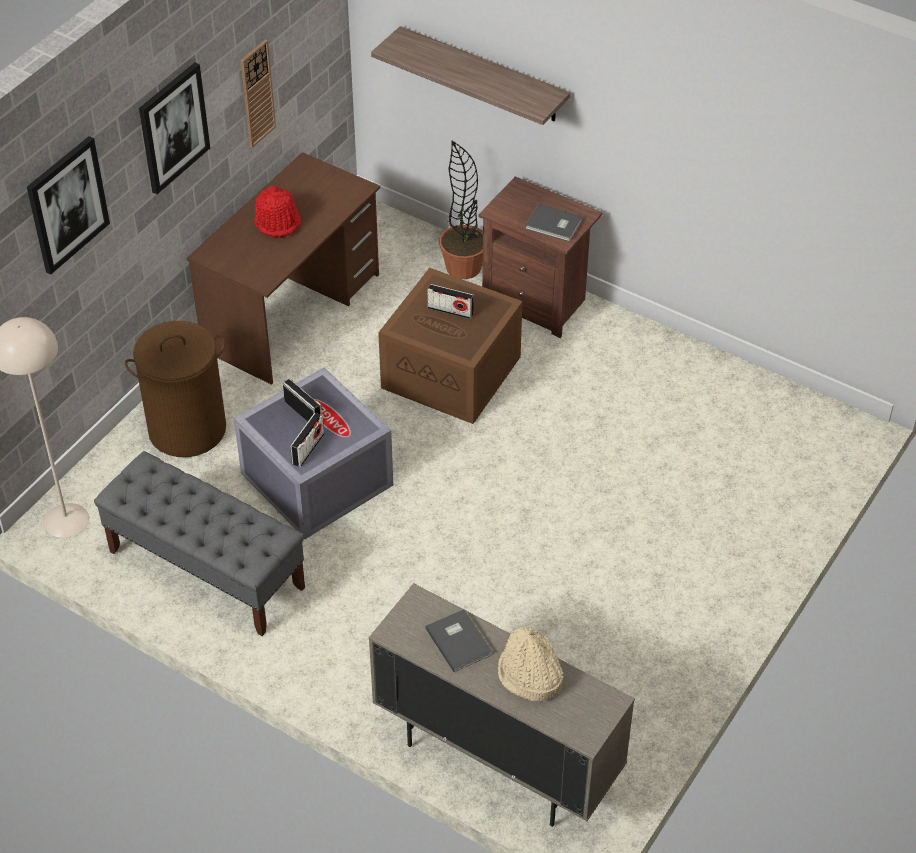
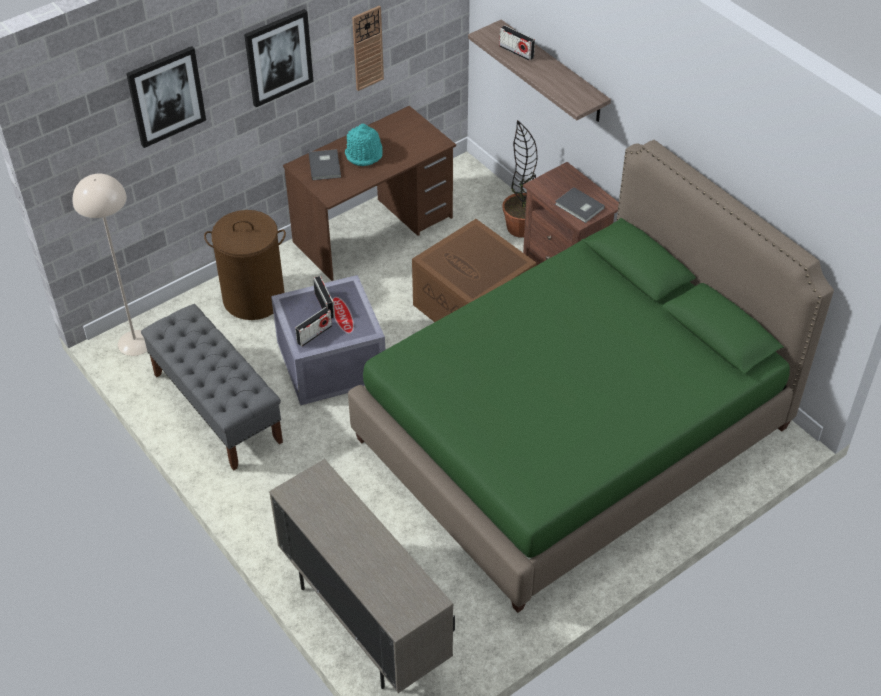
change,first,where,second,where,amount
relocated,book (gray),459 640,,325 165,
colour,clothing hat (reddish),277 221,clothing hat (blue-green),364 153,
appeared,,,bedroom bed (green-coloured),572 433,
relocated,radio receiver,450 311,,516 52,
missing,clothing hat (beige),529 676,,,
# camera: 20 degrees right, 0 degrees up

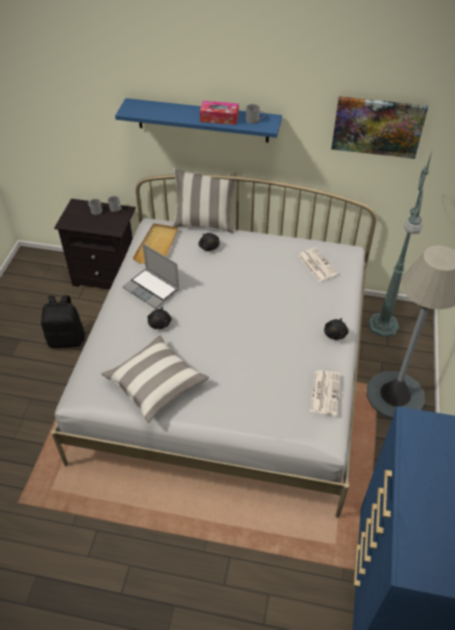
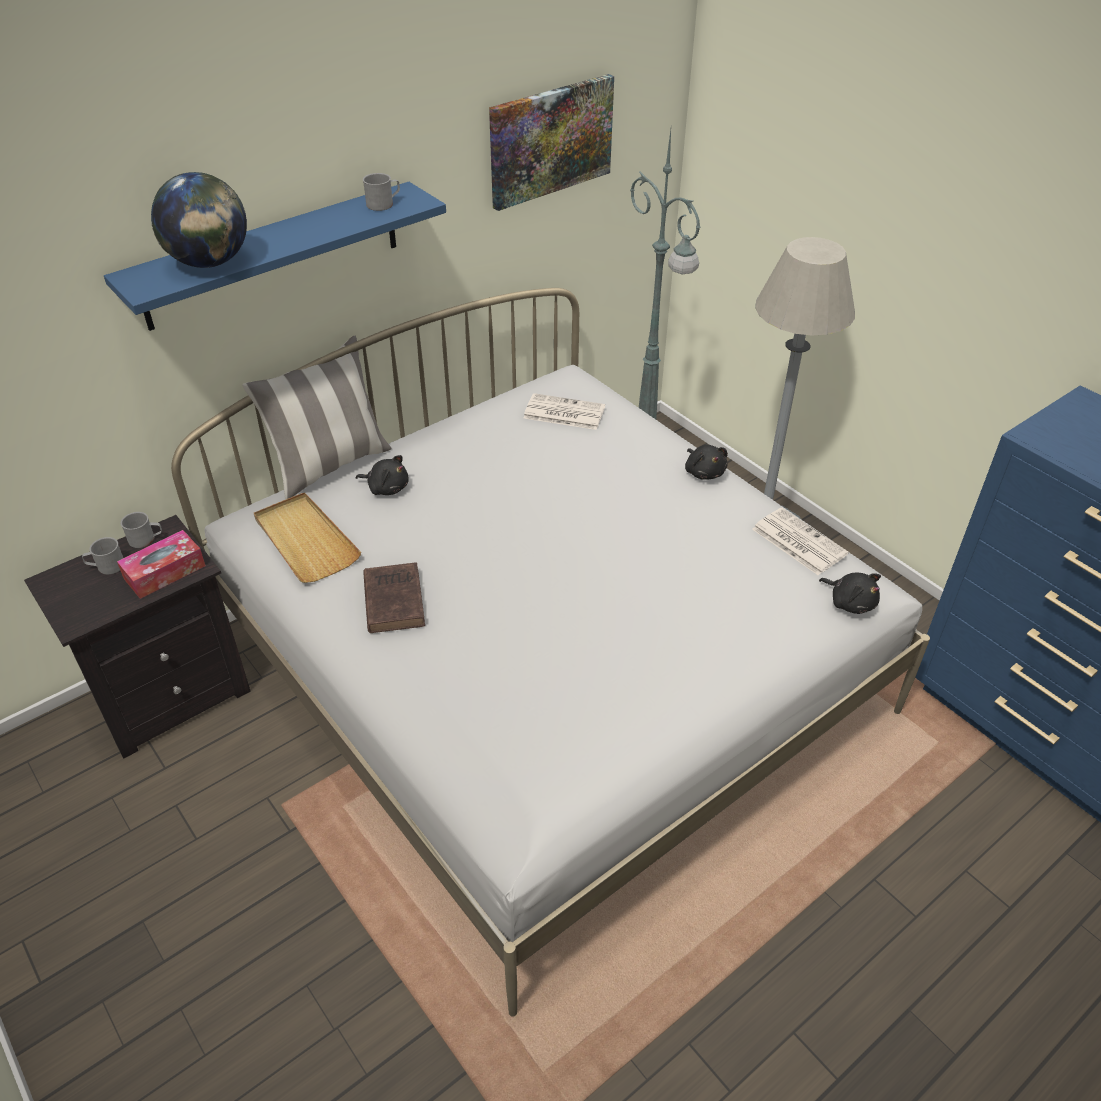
change,first,where,second,where,amount
relocated,box of tissues,219 118,,165 572,
appeared,,,world globe,210 263,
exchanged,notebook computer,152 289,book (brown),394 600,
relocated,soft toy (black-coloured),160 323,,850 602,
missing,knapsack (black-coloured),67 339,,,
missing,pillow,155 384,,,
# camera: 50 degrees left, 5 degrees down

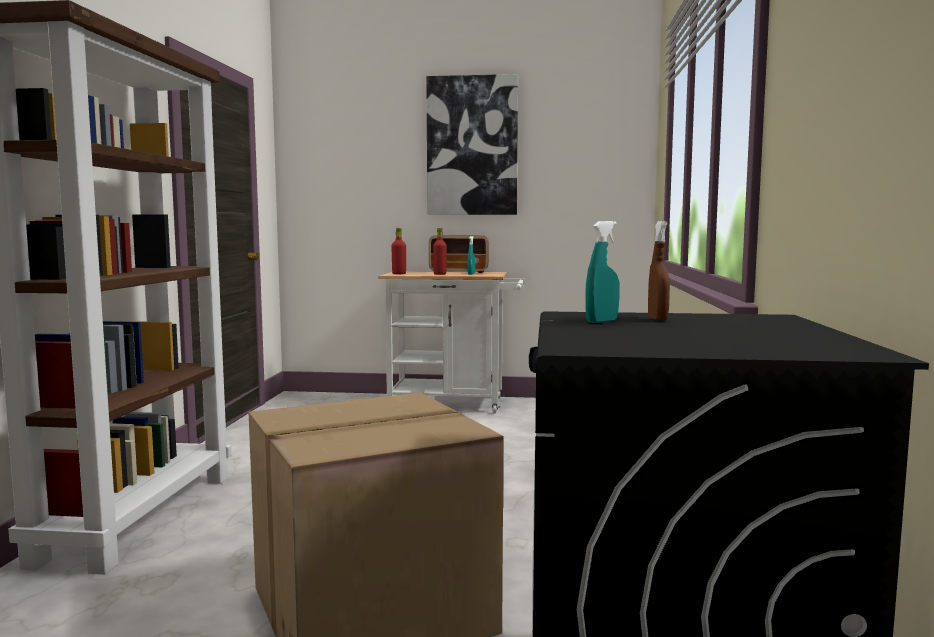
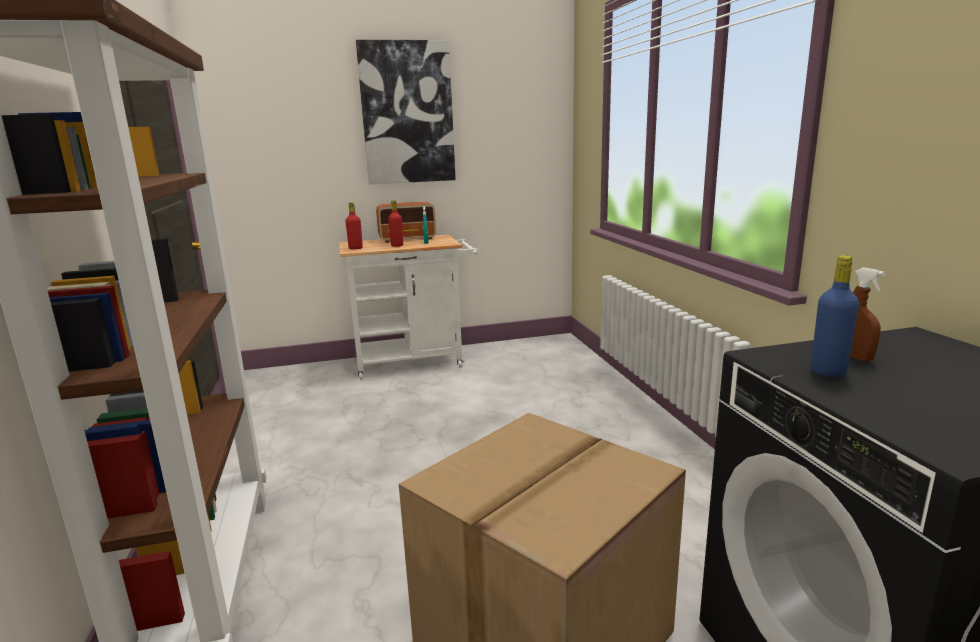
change,first,where,second,where,amount
exchanged,spray bottle (blue-green),602 321,bottle (blue),828 372,
# camera: 20 degrees left, 10 degrees up

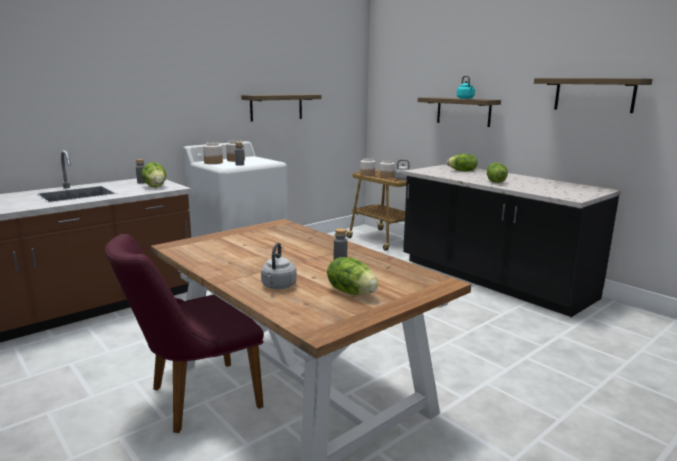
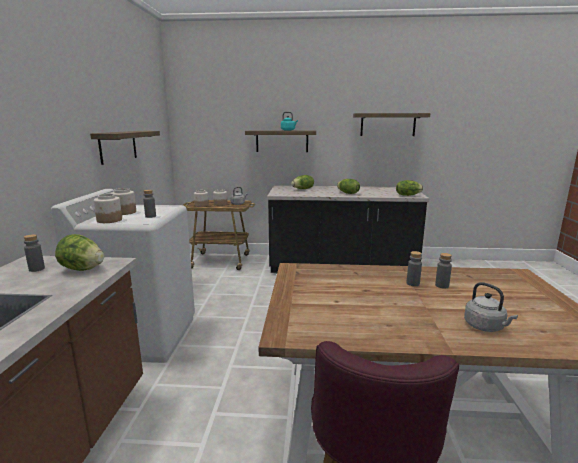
change,first,where,second,where,amount
relocated,head of lettuce,352 292,,407 195,
appeared,,,bottle (gray),413 283,
# camera: 45 degrees left, 0 degrees up

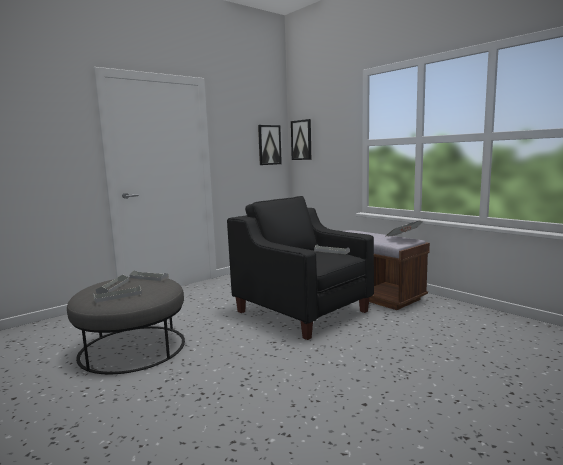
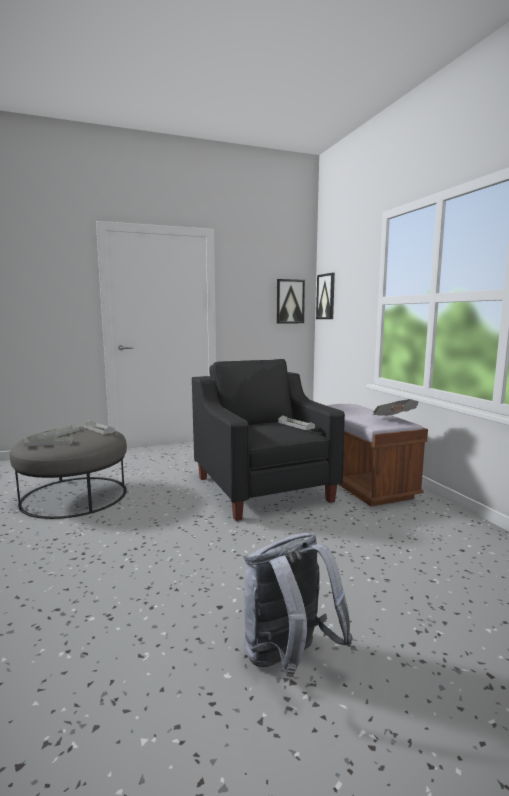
change,first,where,second,where,amount
appeared,,,knapsack (gray),288 659,
# camera: 20 degrees right, 0 degrees up

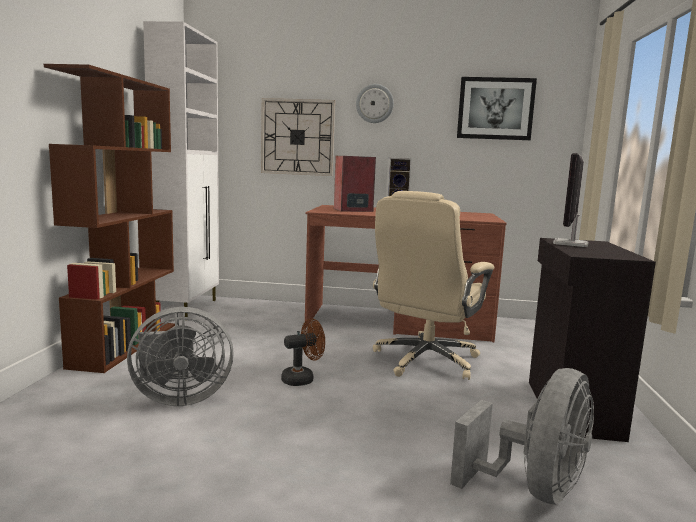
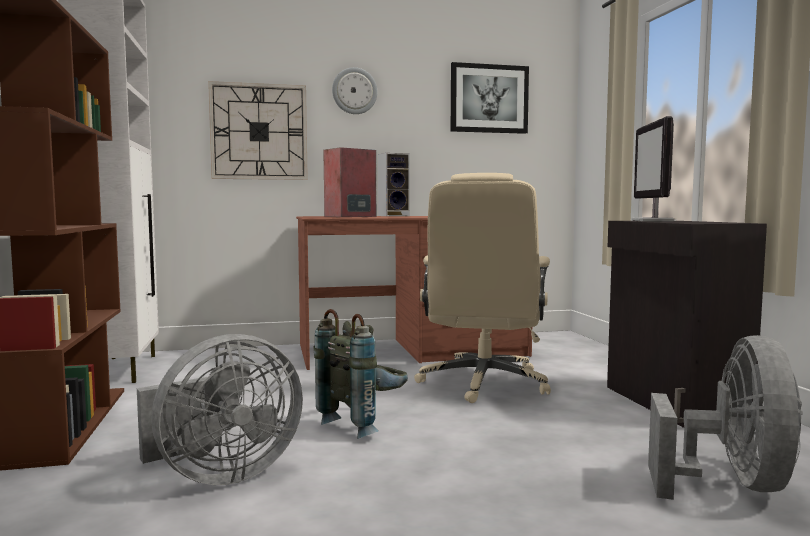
change,first,where,second,where,amount
exchanged,fan (brown),302 379,knapsack (gray),365 424,
# camera: 20 degrees left, 5 degrees down

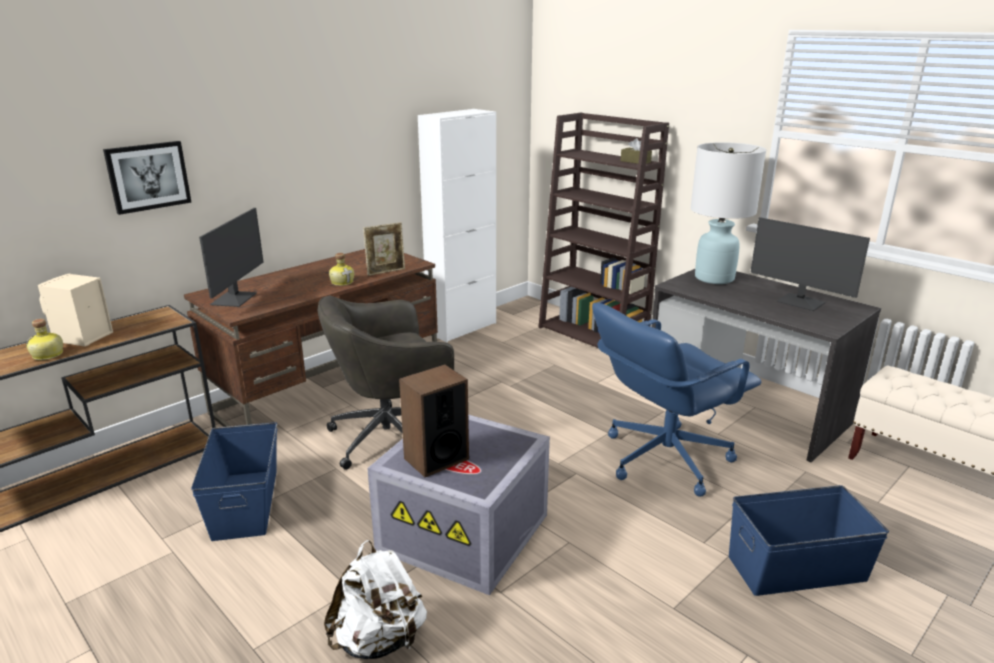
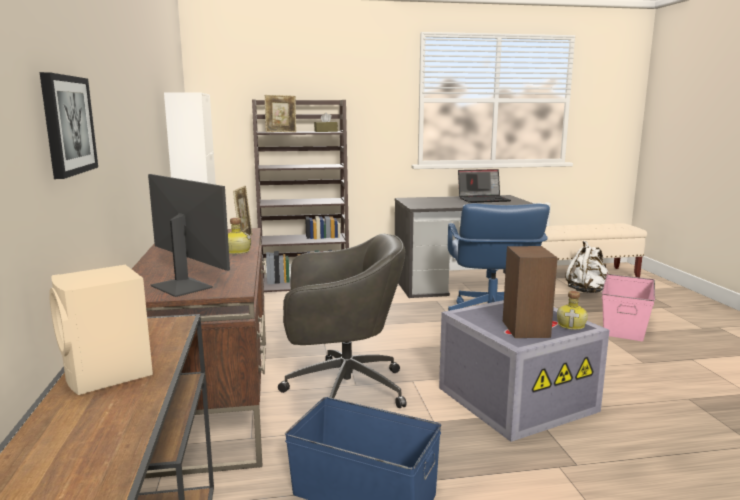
change,first,where,second,where,amount
appeared,,,standing frame,281 132,
spun,computer chair (gray),392 437,,342 389,105 degrees counterclockwise
exchanged,computer display,800 302,notebook computer,484 199,
relocated,bottle,48 355,,572 325,
relocated,knapsack (white),379 640,,587 291,
colour,storage bin (blue),795 567,storage bin (pink),624 325,
missing,tabletop lamp (white),714 278,,,
# camera: 55 degrees left, 10 degrees down

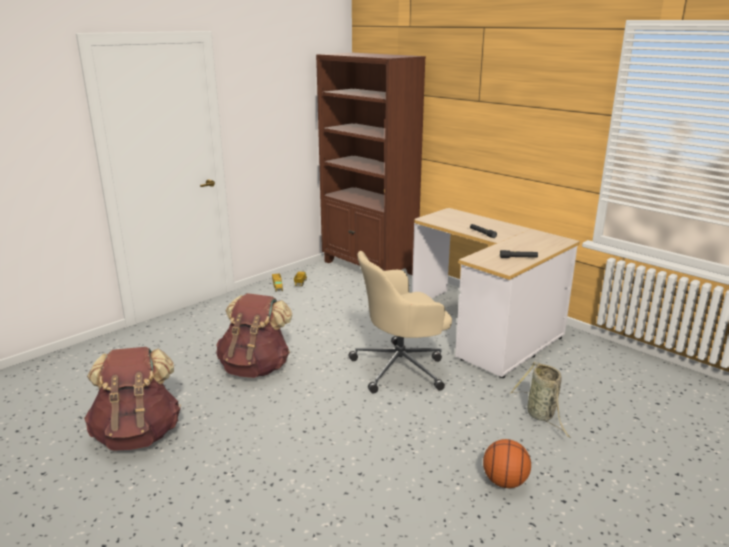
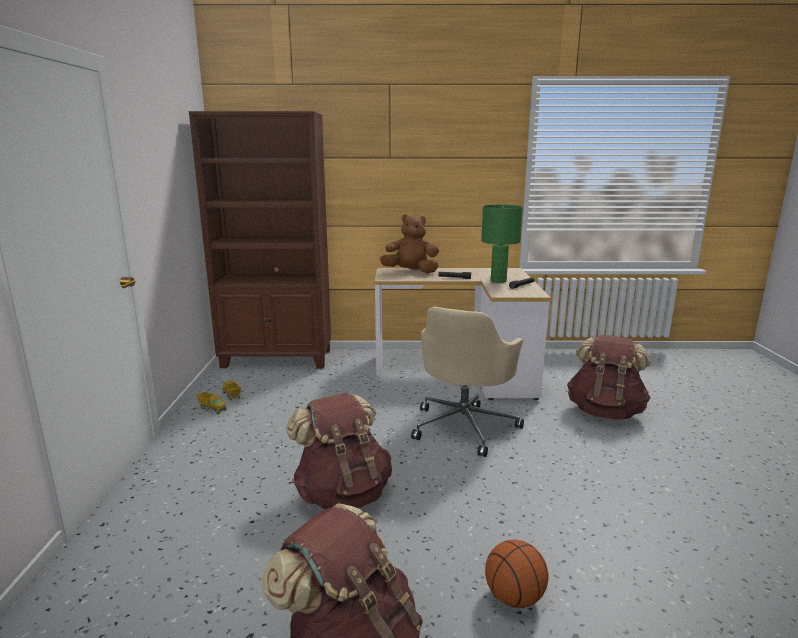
change,first,where,second,where,amount
appeared,,,soft toy (brown),411 272,
appeared,,,tabletop lamp (green-coloured),498 281,
relocated,basketball ball,505 481,,514 597,
exchanged,storage basket,541 415,knapsack (brown),605 412,
# camera: 45 degrees left, 5 degrees down

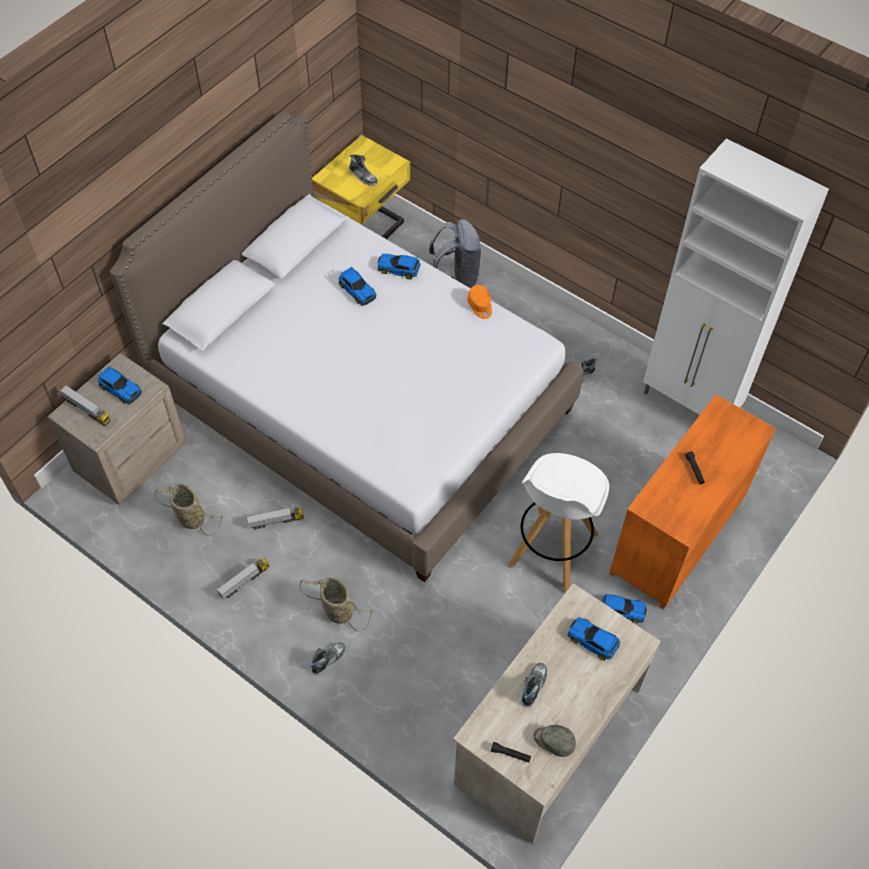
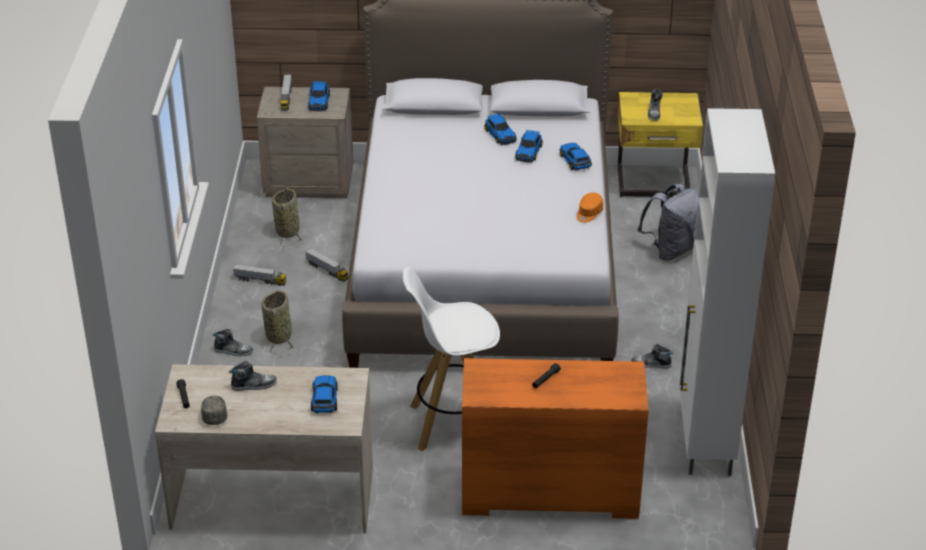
change,first,where,second,where,amount
relocated,miniature car,621 610,,500 134,
# camera: 55 degrees right, 20 degrees down

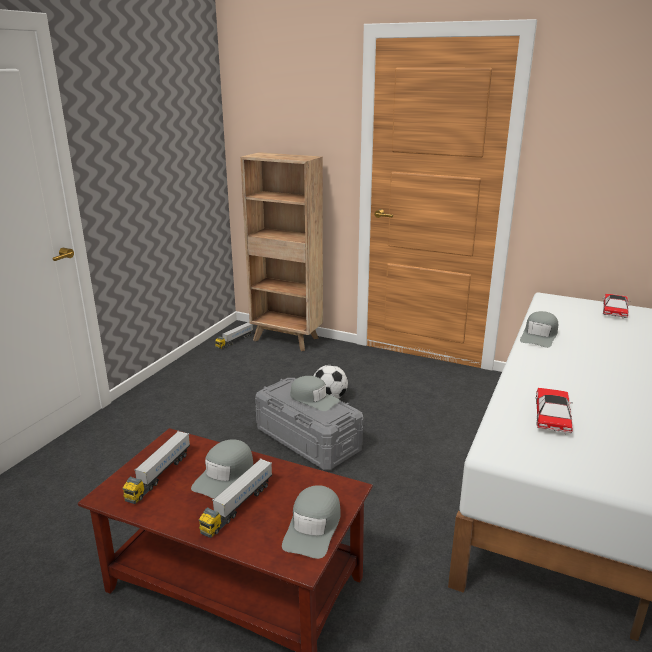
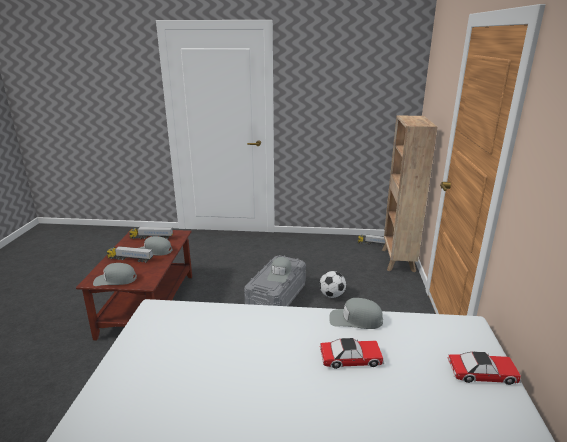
change,first,where,second,where,amount
relocated,miniature car,552 416,,351 359,
# camera: 70 degrees right, 0 degrees up

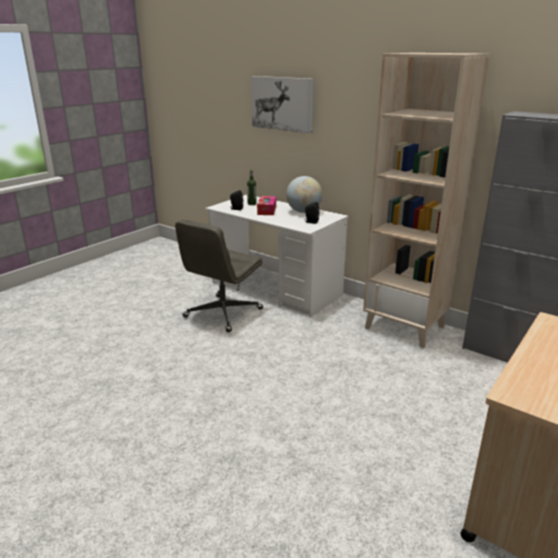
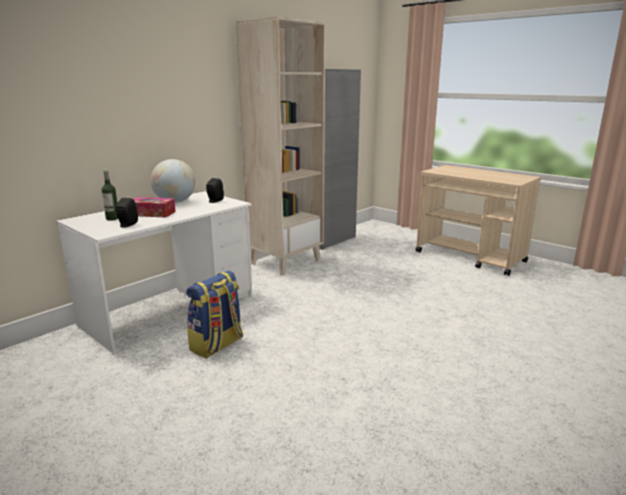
change,first,where,second,where,amount
exchanged,computer chair (gray),223 313,knapsack,217 345,
missing,wall art,282 103,,,
# camera: 85 degrees left, 5 degrees down

